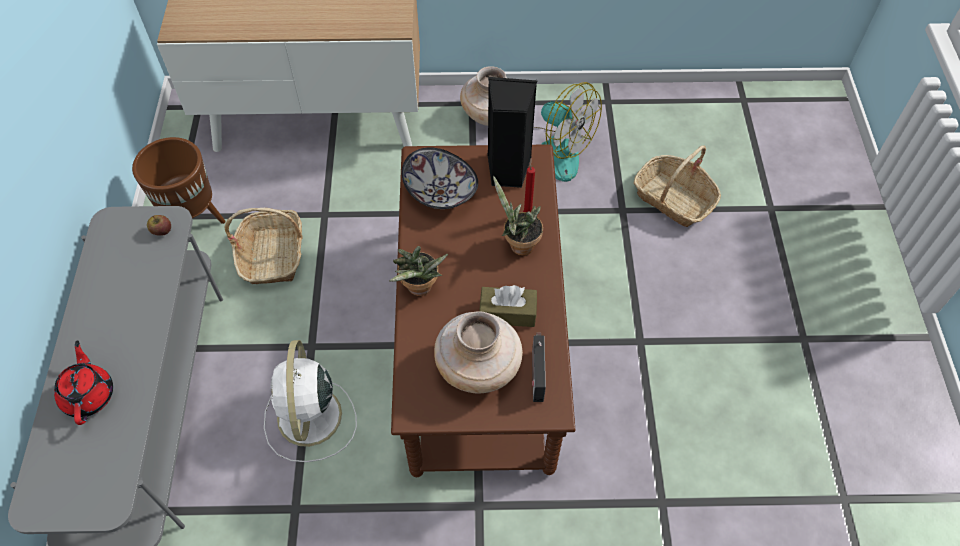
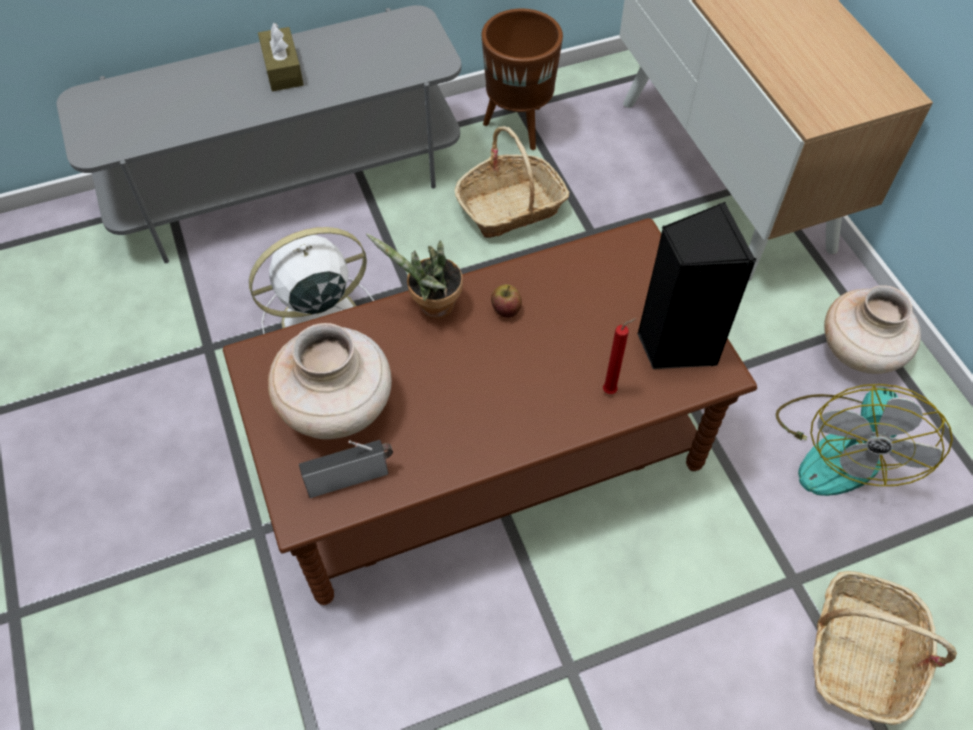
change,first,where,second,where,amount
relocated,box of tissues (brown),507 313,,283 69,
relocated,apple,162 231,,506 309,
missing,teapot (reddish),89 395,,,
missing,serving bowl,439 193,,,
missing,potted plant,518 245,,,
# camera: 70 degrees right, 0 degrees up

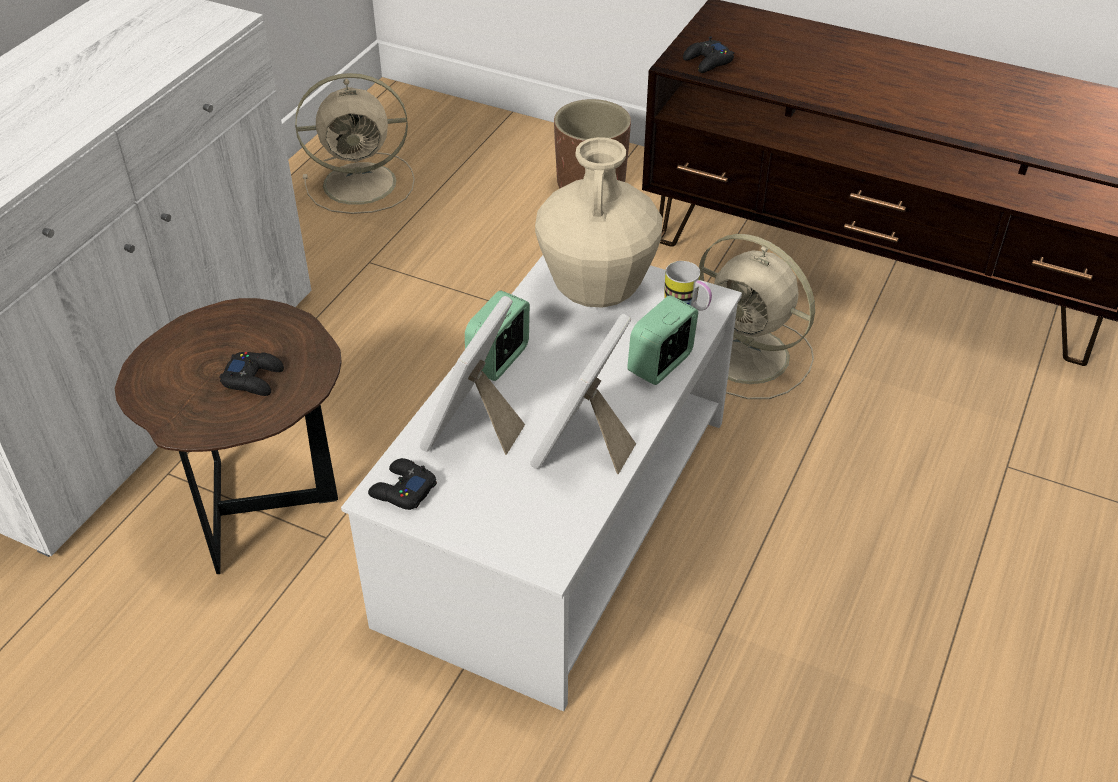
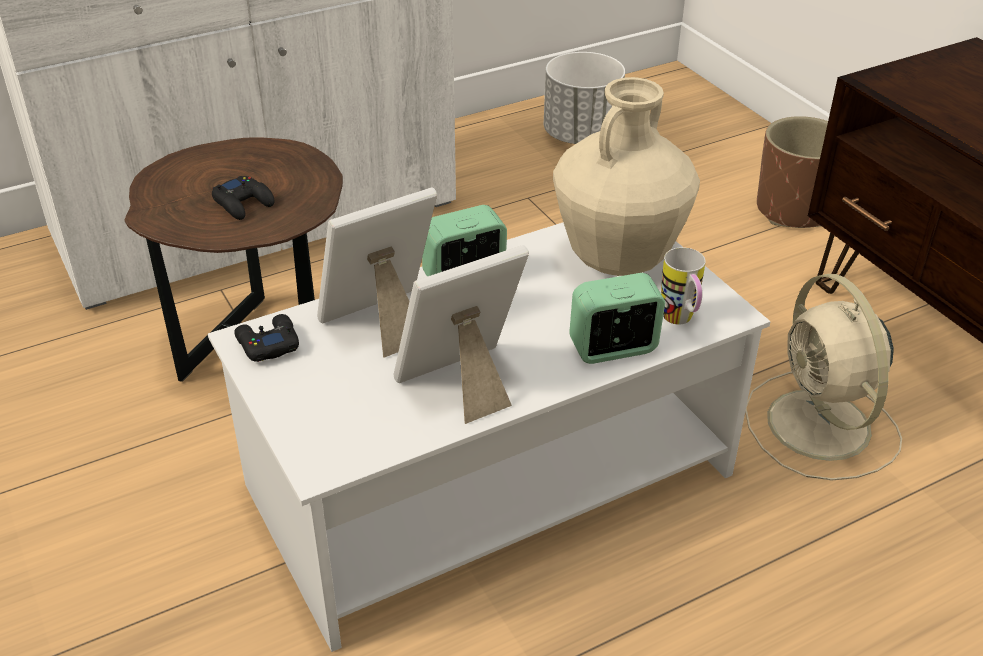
change,first,where,second,where,amount
exchanged,fan (beige),363 183,plant pot (white),581 135,
missing,gamepad (black-coloured),708 62,,,
# camera: 35 degrees right, 5 degrees down

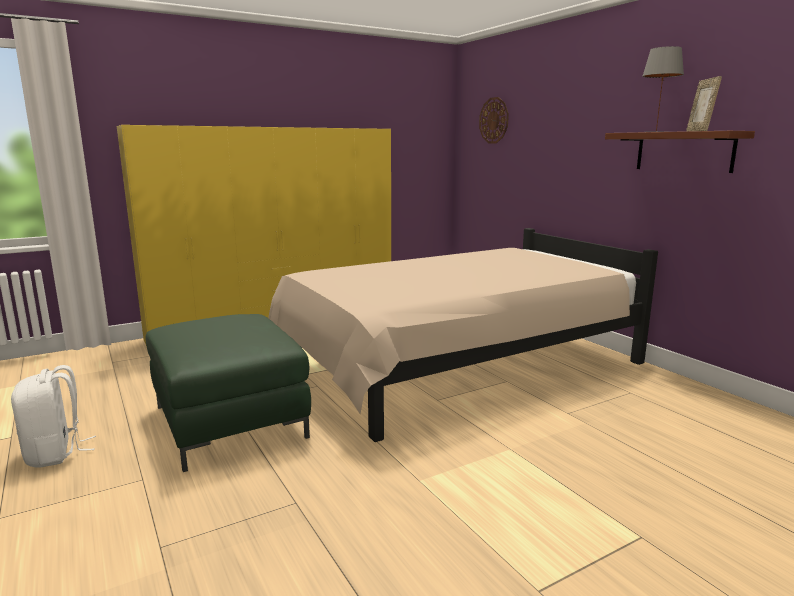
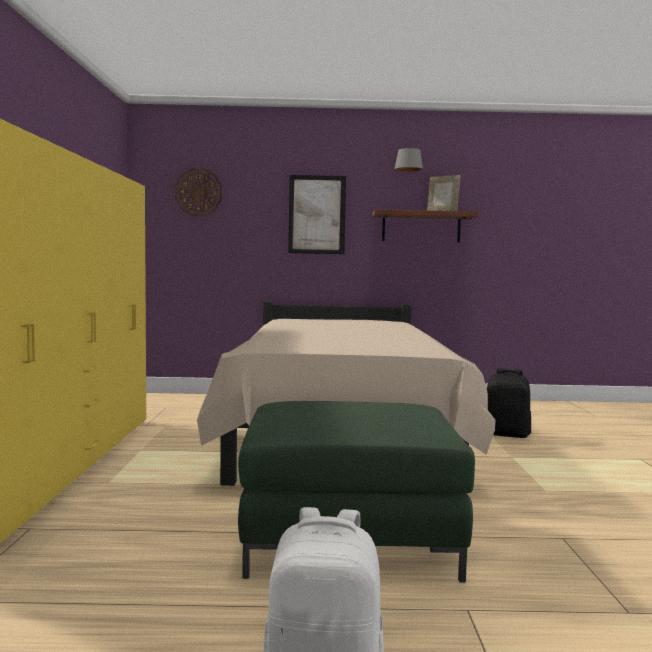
change,first,where,second,where,amount
appeared,,,wall art,317 214,
appeared,,,knapsack (black-coloured),506 434,
# camera: 60 degrees left, 10 degrees down

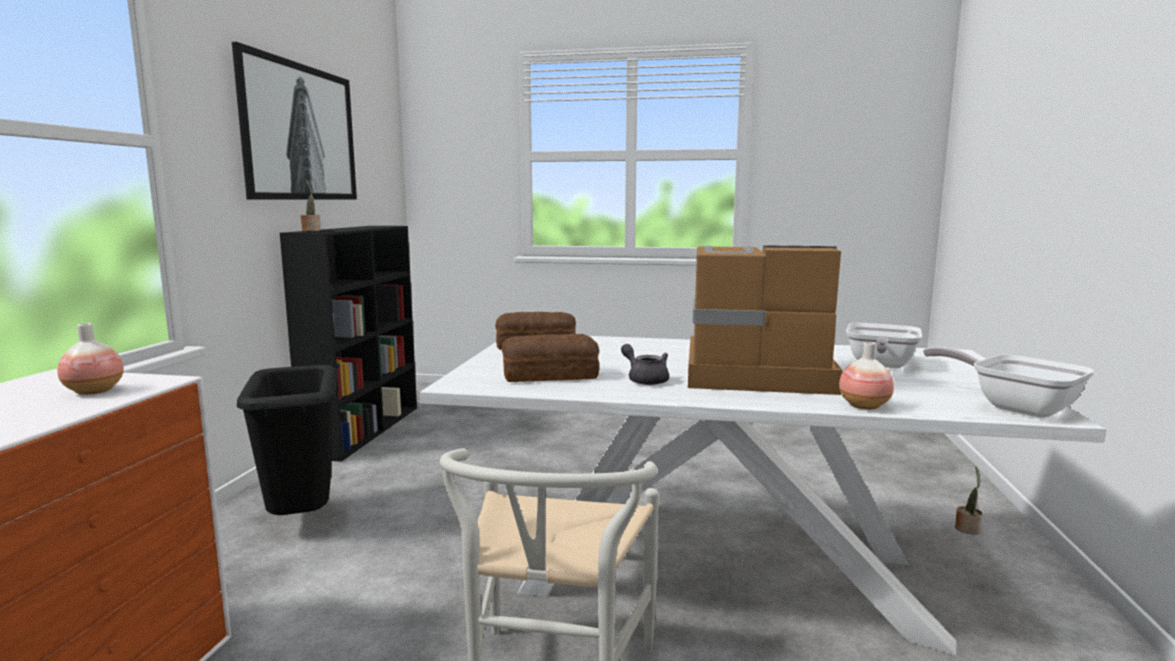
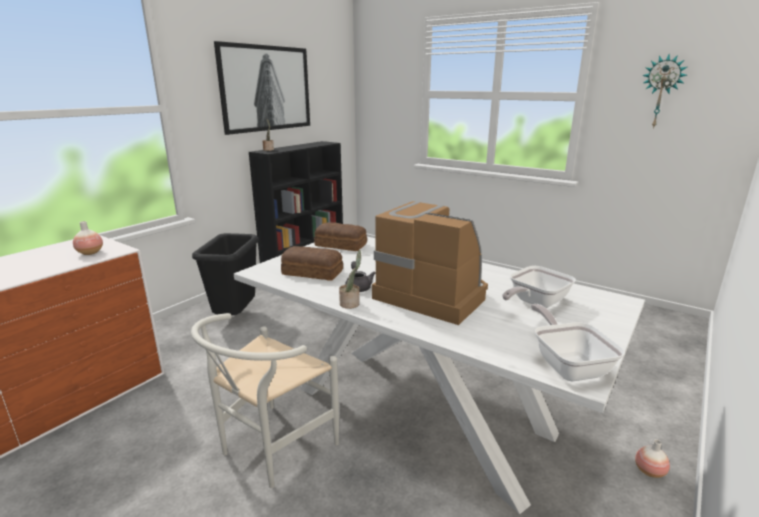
change,first,where,second,where,amount
relocated,potted plant,967 528,,351 303,
relocated,flower vase,864 406,,649 471,
appeared,,,hanging clock,661 92,
# camera: 25 degrees right, 10 degrees up

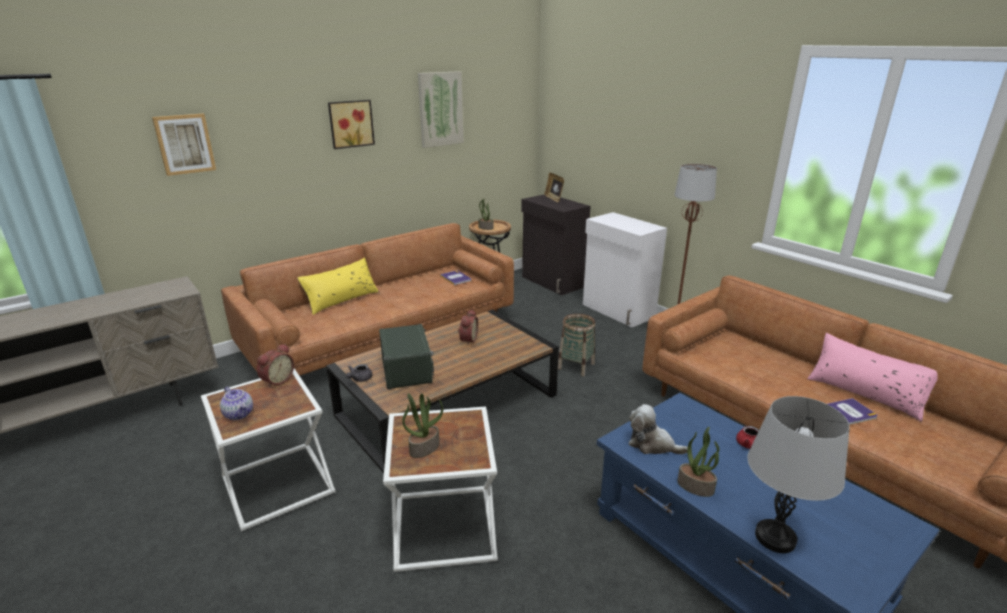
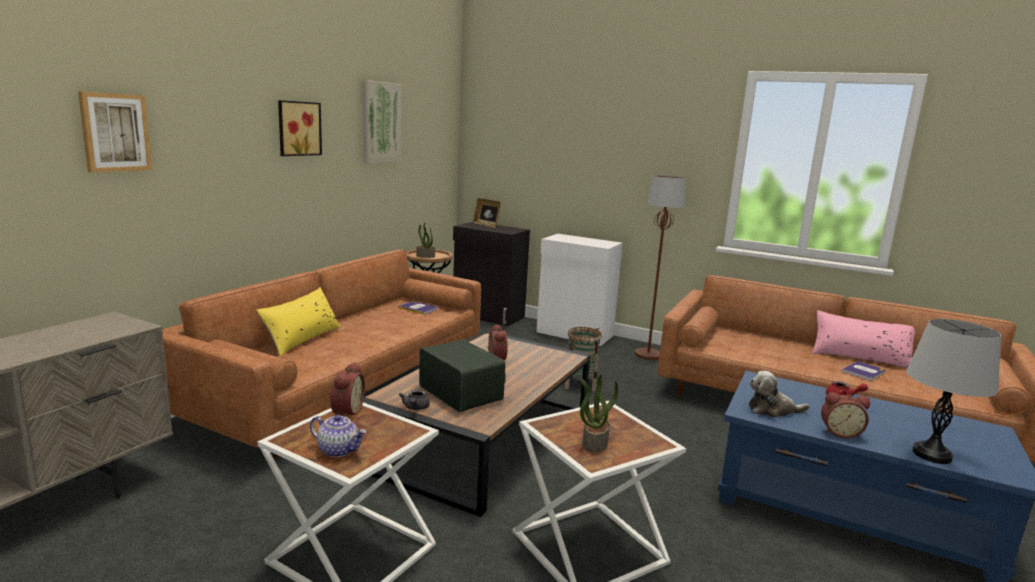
change,first,where,second,where,amount
exchanged,potted plant,696 486,alarm clock,839 433,
# camera: 25 degrees left, 10 degrees down

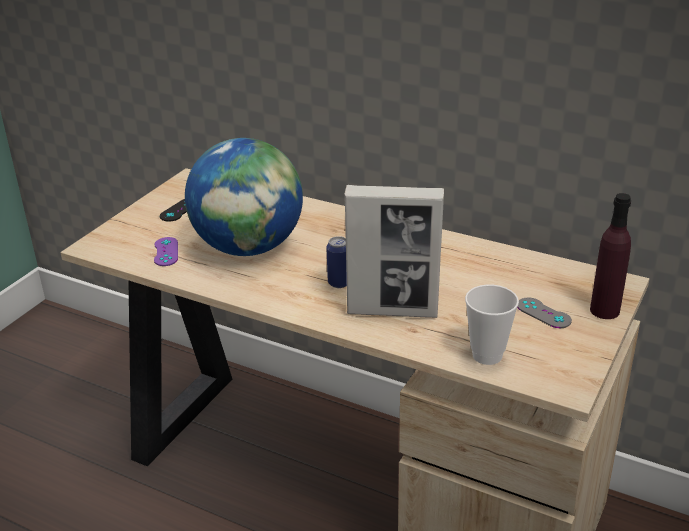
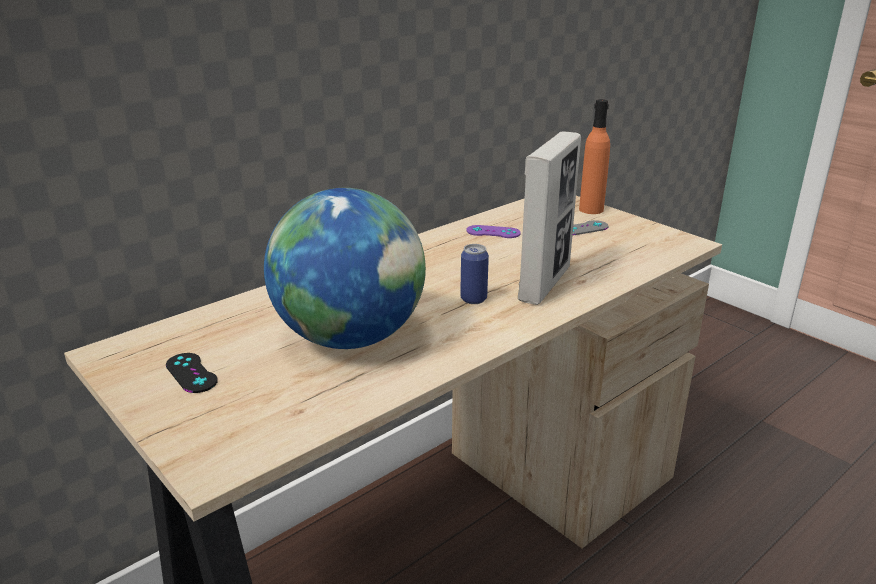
change,first,where,second,where,amount
relocated,gamepad (purplish),166 252,,493 232,
colour,bottle (purplish),604 310,bottle (orangey),591 209,
missing,cup,487 355,,,
# camera: 70 degrees left, 5 degrees down

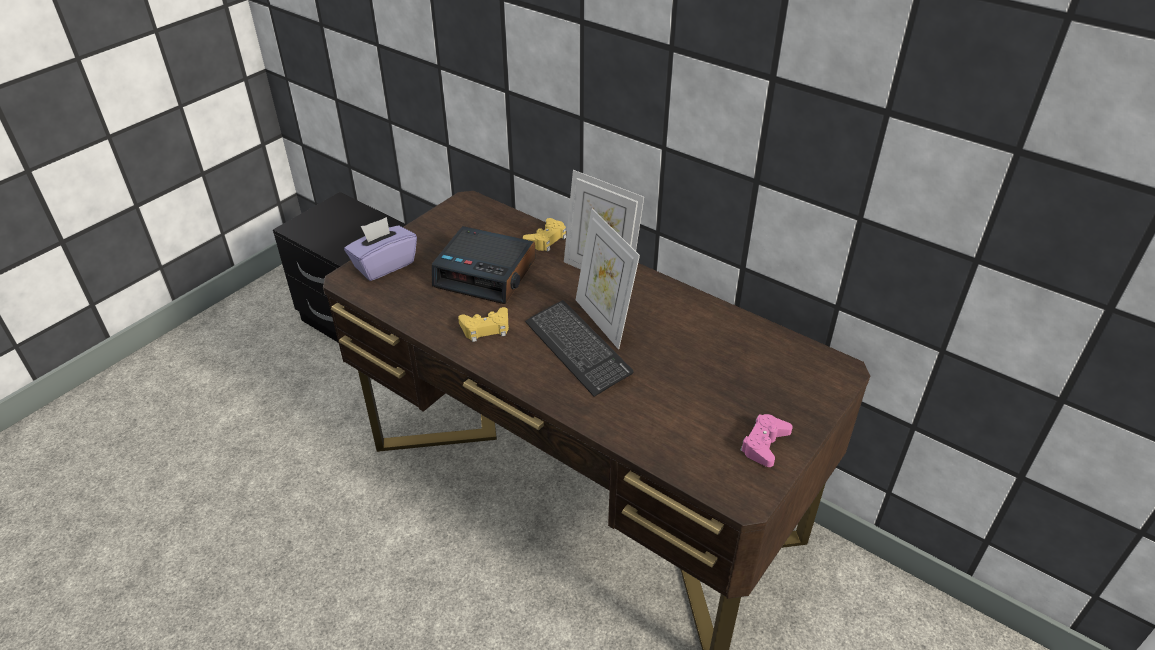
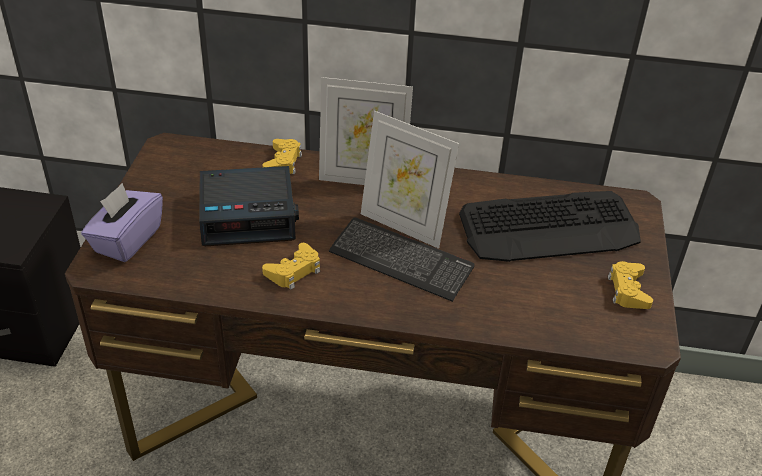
change,first,where,second,where,amount
appeared,,,computer keyboard,549 228,
colour,gamepad (pink),764 444,gamepad (yellow-coloured),628 290,
# camera: 30 degrees left, 0 degrees up

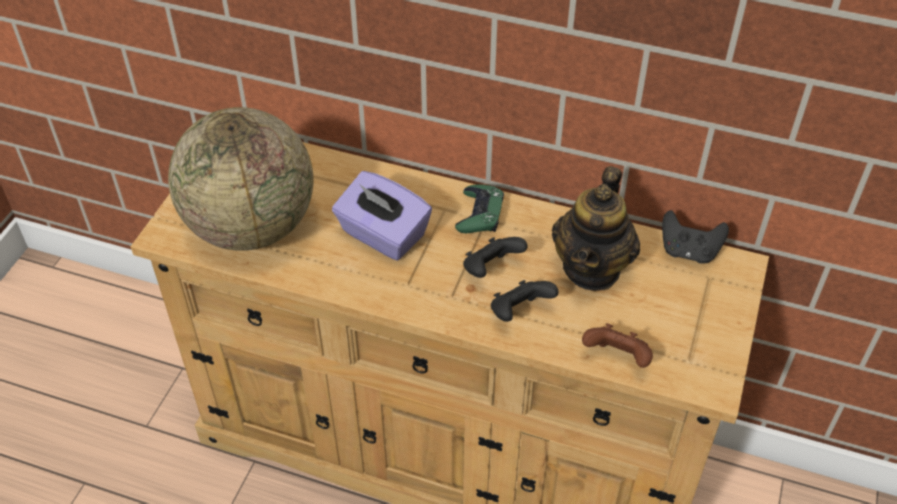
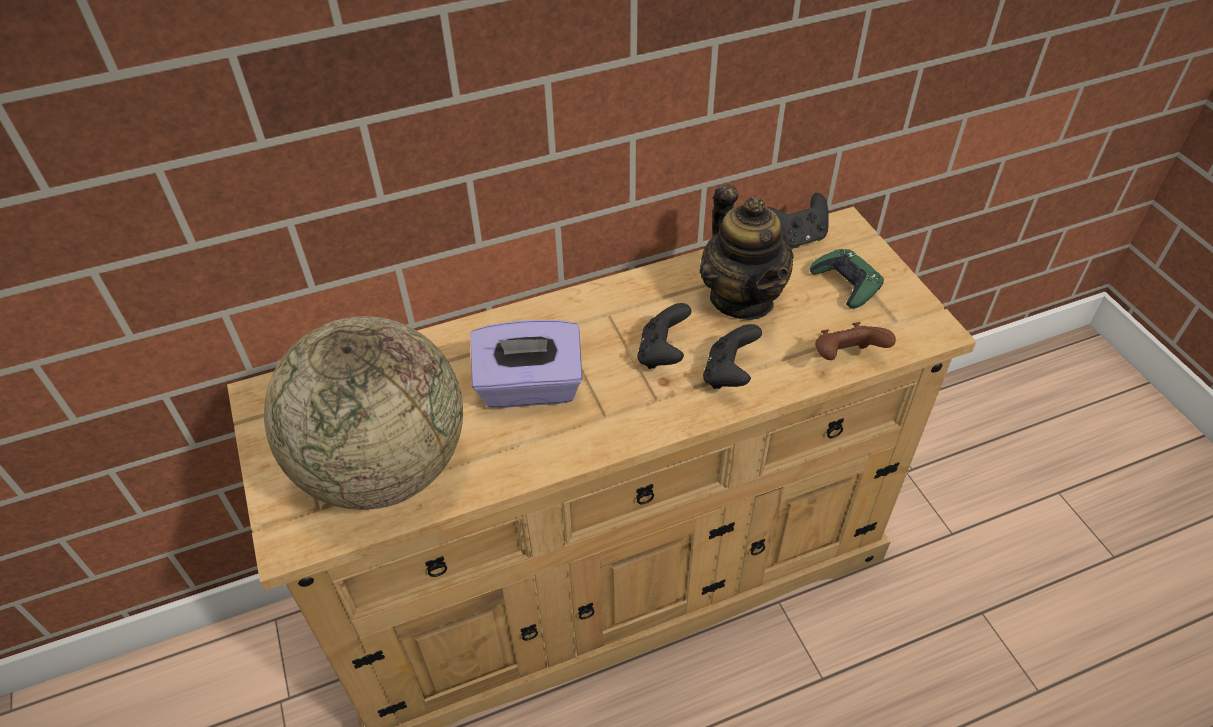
change,first,where,second,where,amount
relocated,gamepad (green-coloured),479 214,,846 283,
# camera: 40 degrees left, 0 degrees up

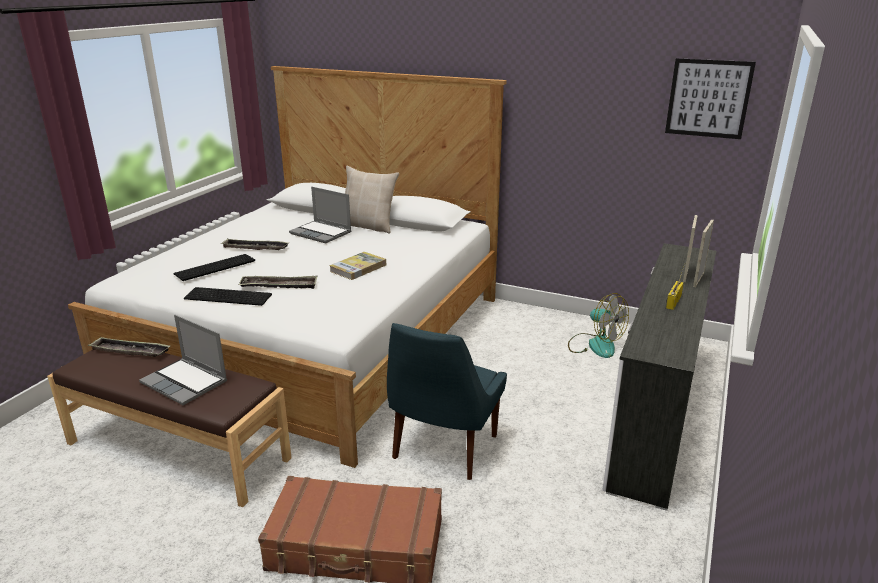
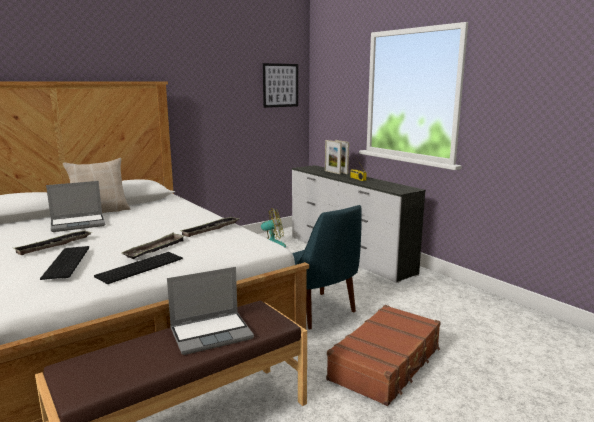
change,first,where,second,where,amount
relocated,serving tray,130 351,,211 229,
missing,book,358 268,,,
# camera: 60 degrees left, 10 degrees down

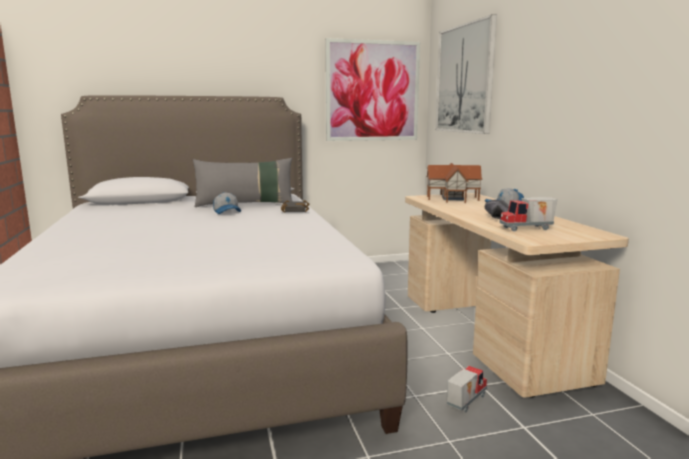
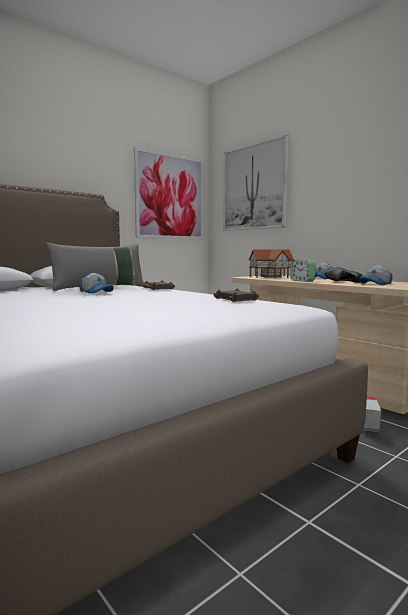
change,first,where,second,where,amount
appeared,,,book (black-coloured),237 299,
appeared,,,alarm clock,302 281,
exchanged,model truck,527 229,peaked cap,376 284,
# camera: 25 degrees left, 5 degrees down

